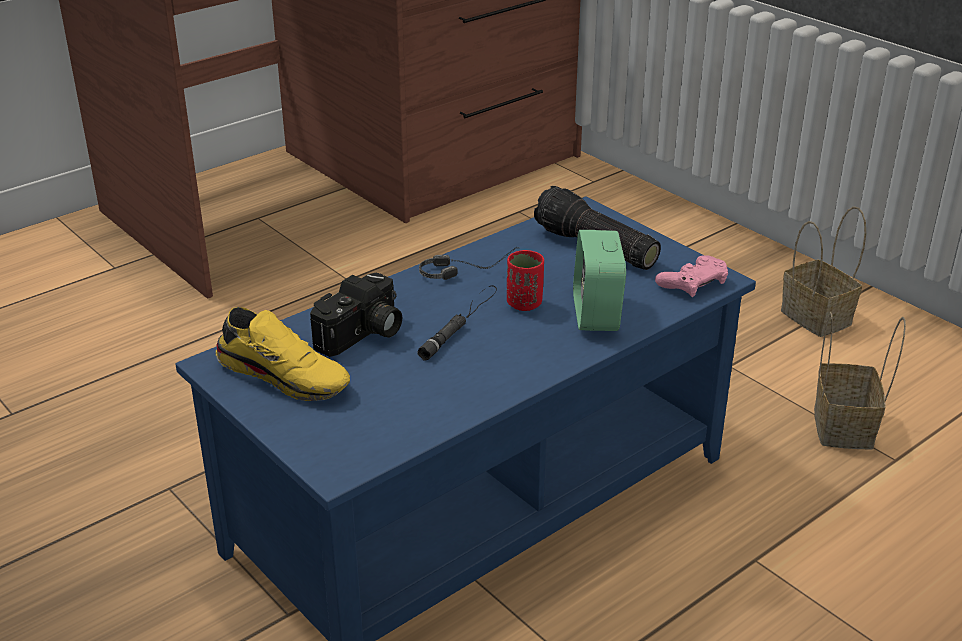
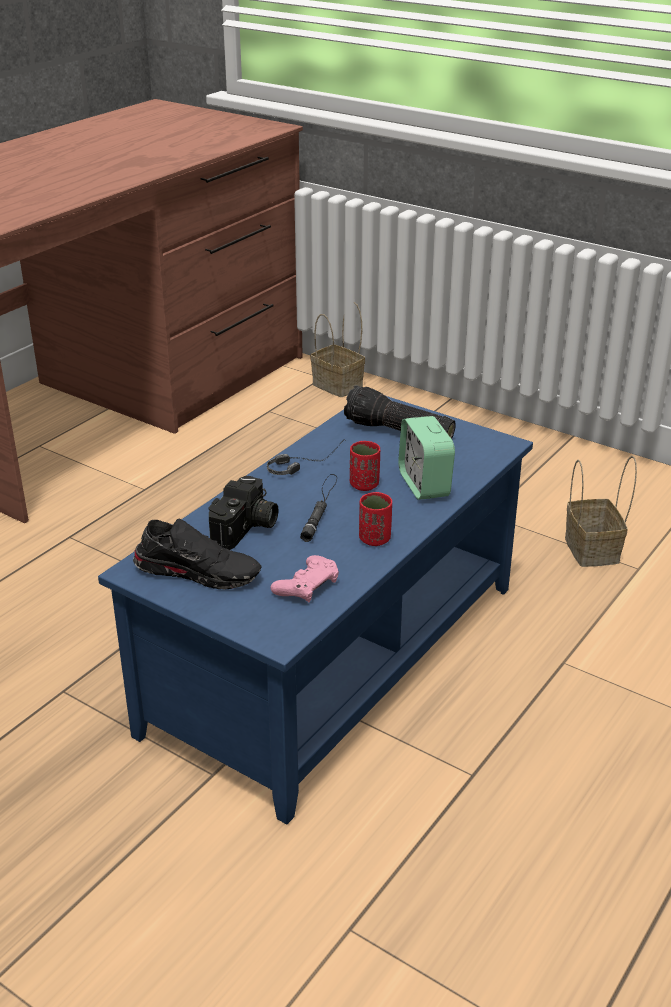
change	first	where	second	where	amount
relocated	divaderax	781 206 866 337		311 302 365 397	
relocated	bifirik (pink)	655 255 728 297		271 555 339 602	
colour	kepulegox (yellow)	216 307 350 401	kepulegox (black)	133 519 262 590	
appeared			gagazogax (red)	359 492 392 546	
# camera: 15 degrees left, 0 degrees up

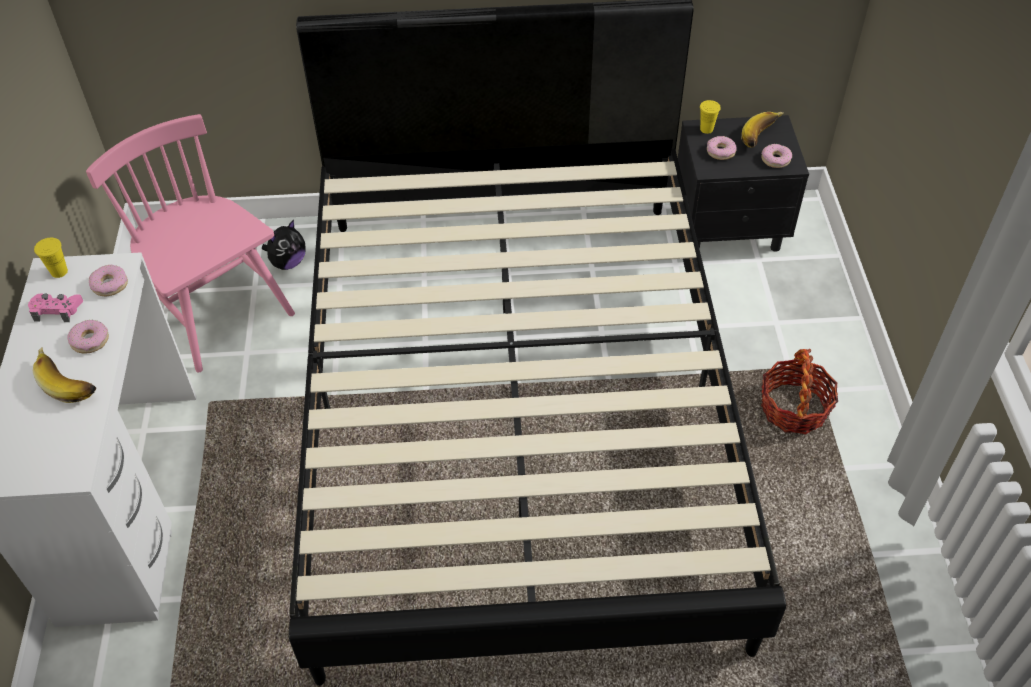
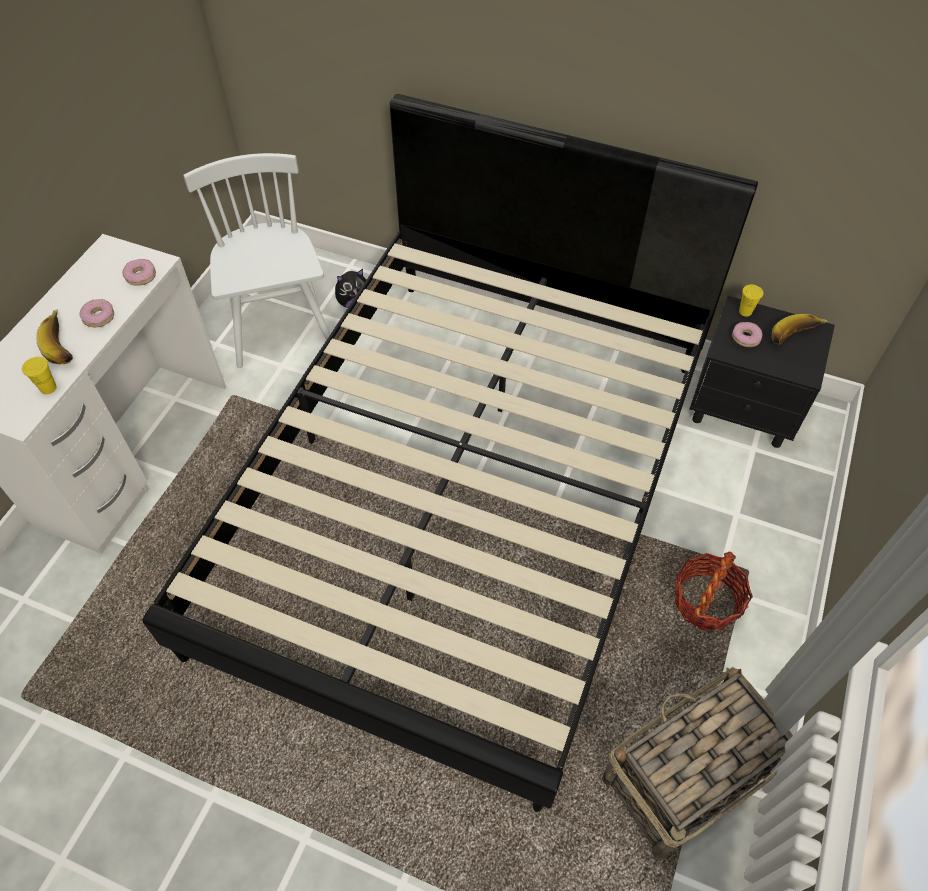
change	first	where	second	where	amount
colour	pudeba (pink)	86 114 295 373	pudeba (white)	183 153 330 368	
missing	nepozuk	761 144 792 168			
relocated	gagazogax (yellow)	34 238 68 278		22 357 57 394	
missing	bifirik (pink)	28 294 83 322			
appeared			divaderax	602 667 793 859	
# camera: 25 degrees right, 5 degrees up

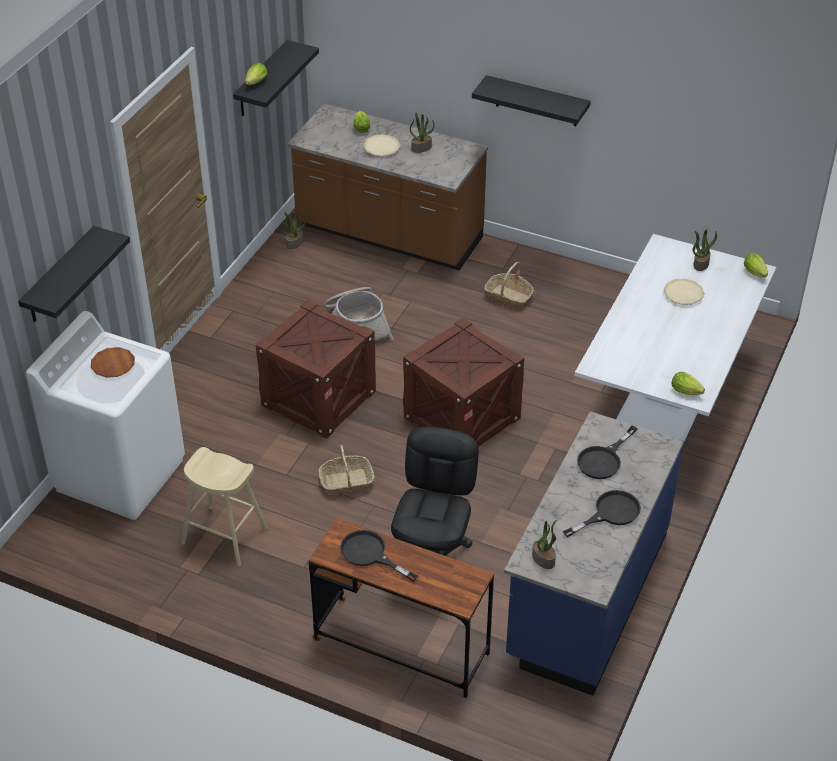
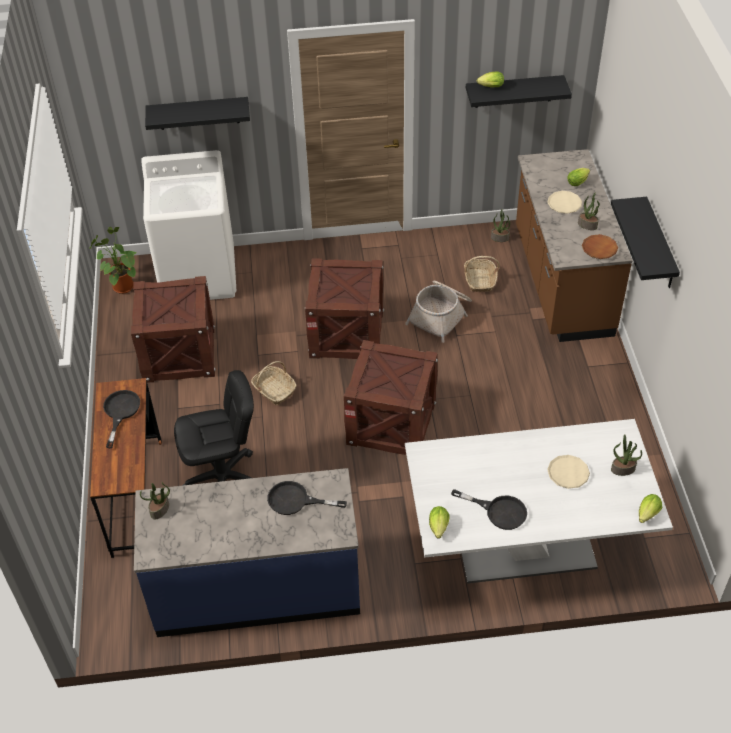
change	first	where	second	where	amount
relocated	divaderax	484 262 534 309		464 256 499 292	
relocated	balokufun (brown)	91 347 135 378		582 234 618 259	
exchanged	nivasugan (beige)	181 447 268 566	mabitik	131 276 216 383	
relocated	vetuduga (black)	563 490 641 537		451 489 527 530	
appeared			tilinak	90 227 137 294	
# camera: 60 degrees right, 5 degrees up

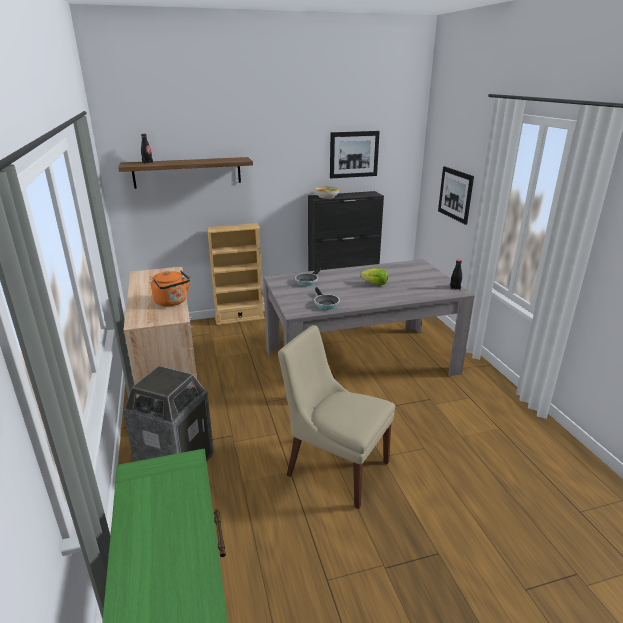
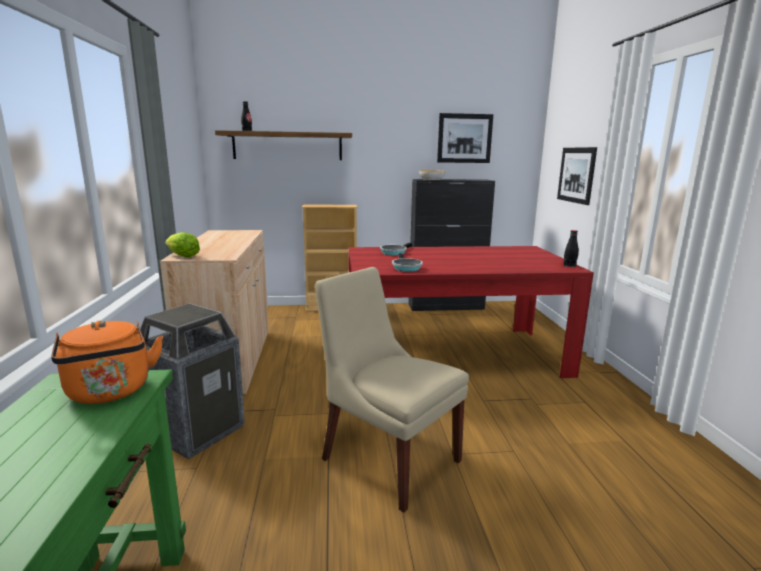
change	first	where	second	where	amount
colour	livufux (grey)	263 259 475 402	livufux (red)	348 246 594 378	
relocated	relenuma	360 268 388 285		165 232 200 257	
relocated	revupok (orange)	151 270 190 306		51 320 163 404	
# camera: 10 degrees right, 10 degrees down

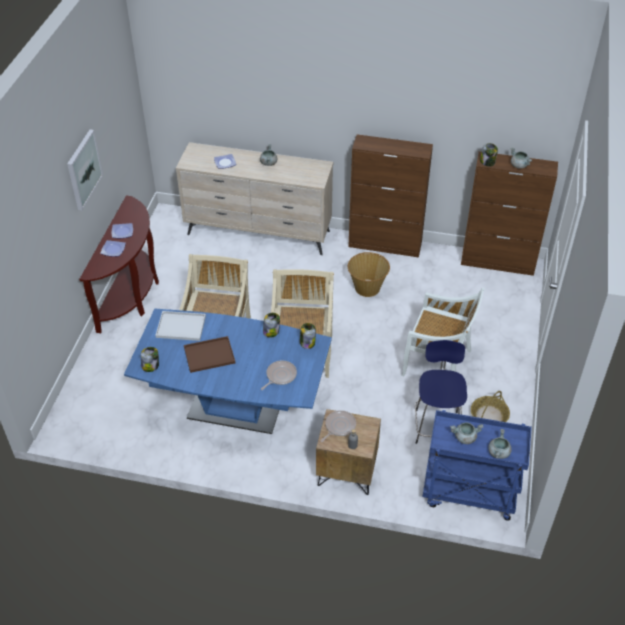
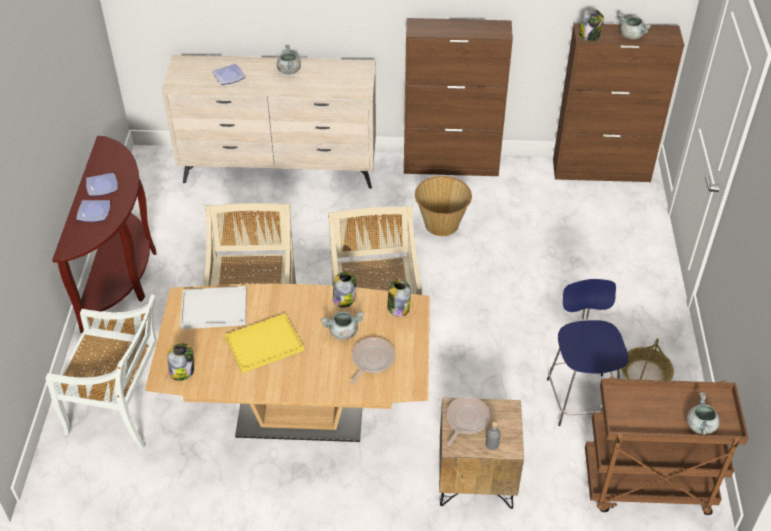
change	first	where	second	where	amount
missing	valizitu	67 130 103 210			
relocated	pudeba (white)	401 287 485 376		46 294 157 449	
colour	livufux (blue)	124 309 332 434	livufux (brown)	145 284 430 442	
colour	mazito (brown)	184 336 235 373	mazito (yellow)	225 314 304 373	
colour	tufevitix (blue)	422 410 532 521	tufevitix (brown)	585 377 748 515	
relocated	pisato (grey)	450 422 483 444		321 311 364 340	
# camera: 10 degrees left, 0 degrees up

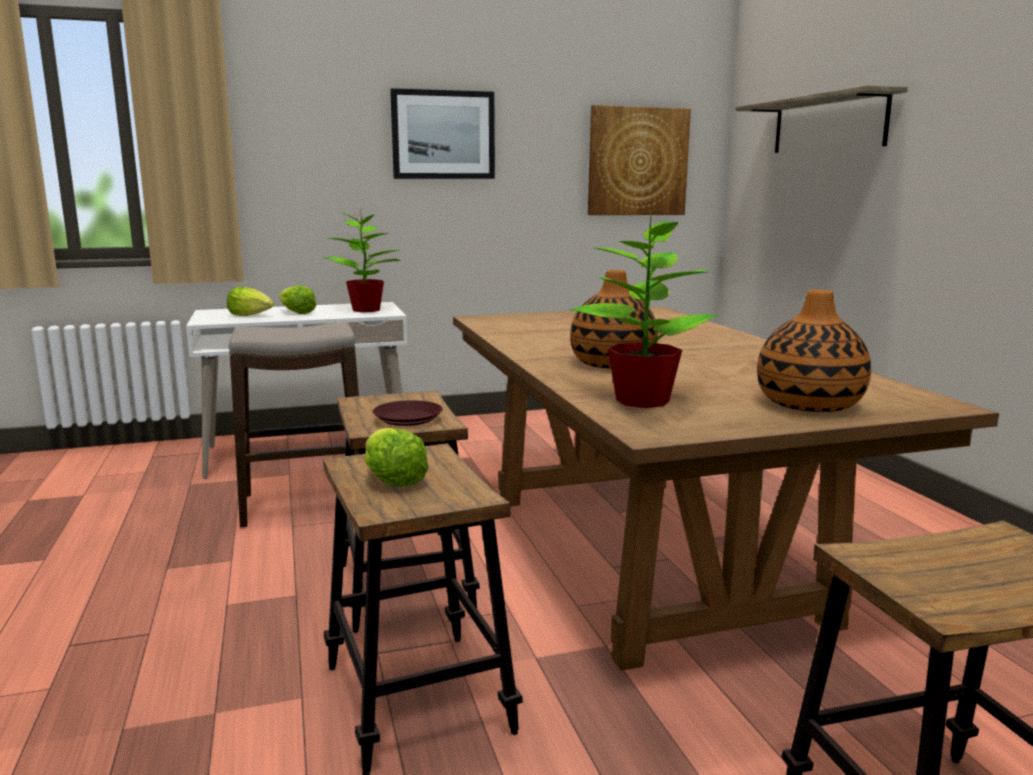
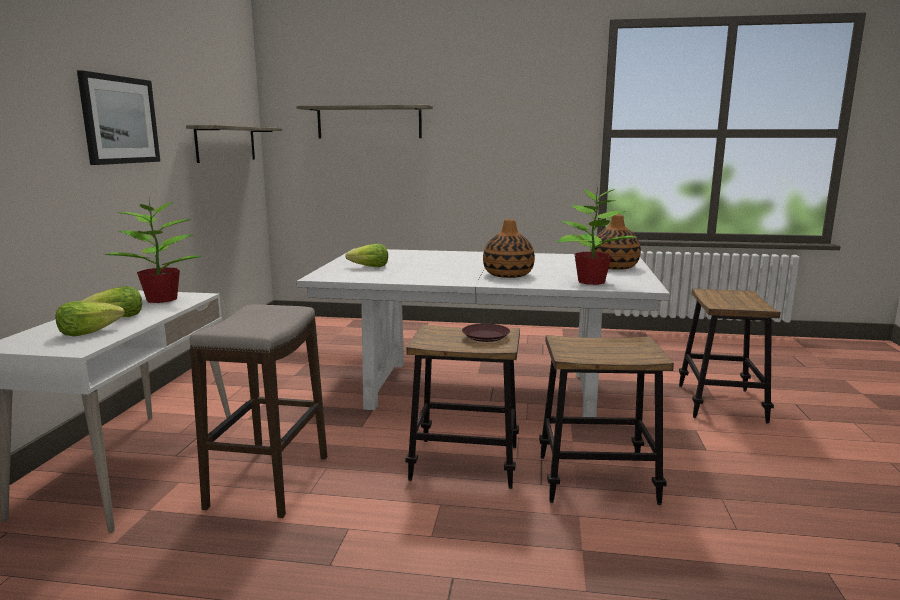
change	first	where	second	where	amount
exchanged	valizitu	588 105 691 215	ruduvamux	186 125 282 163	
colour	livufux (brown)	453 307 999 671	livufux (white)	297 248 670 417	
relocated	relenuma	365 428 429 486		346 244 388 267	
# camera: 65 degrees left, 0 degrees up

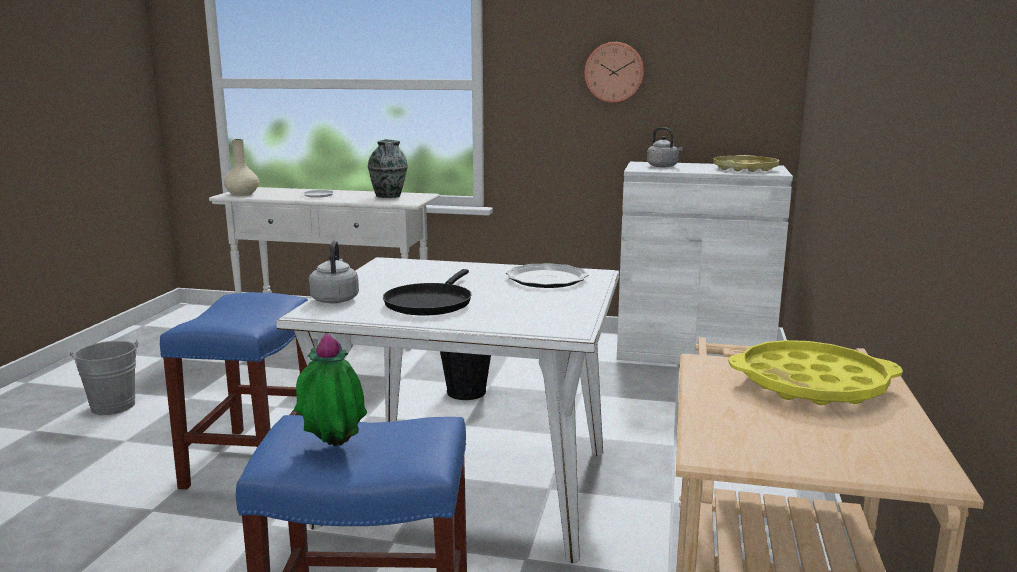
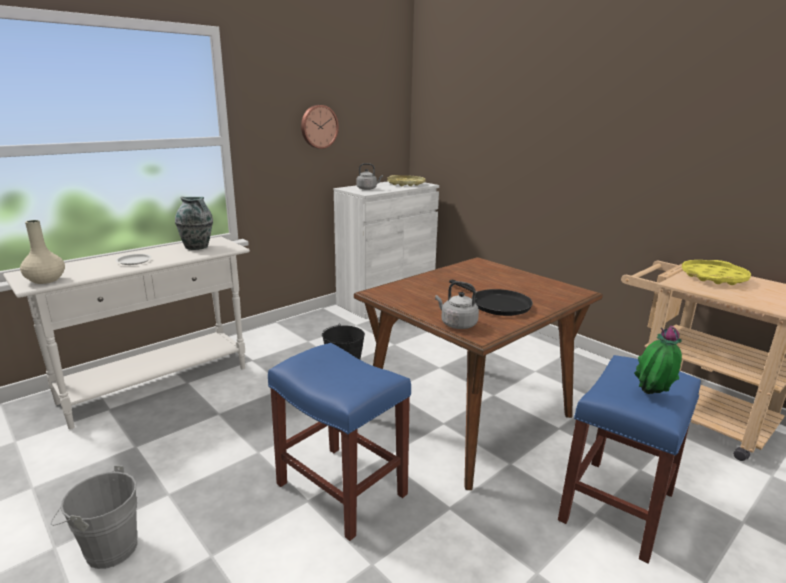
change	first	where	second	where	amount
colour	livufux (white)	276 257 619 563	livufux (brown)	354 257 603 490	
missing	balokufun	506 263 589 288			
# camera: 55 degrees left, 5 degrees up

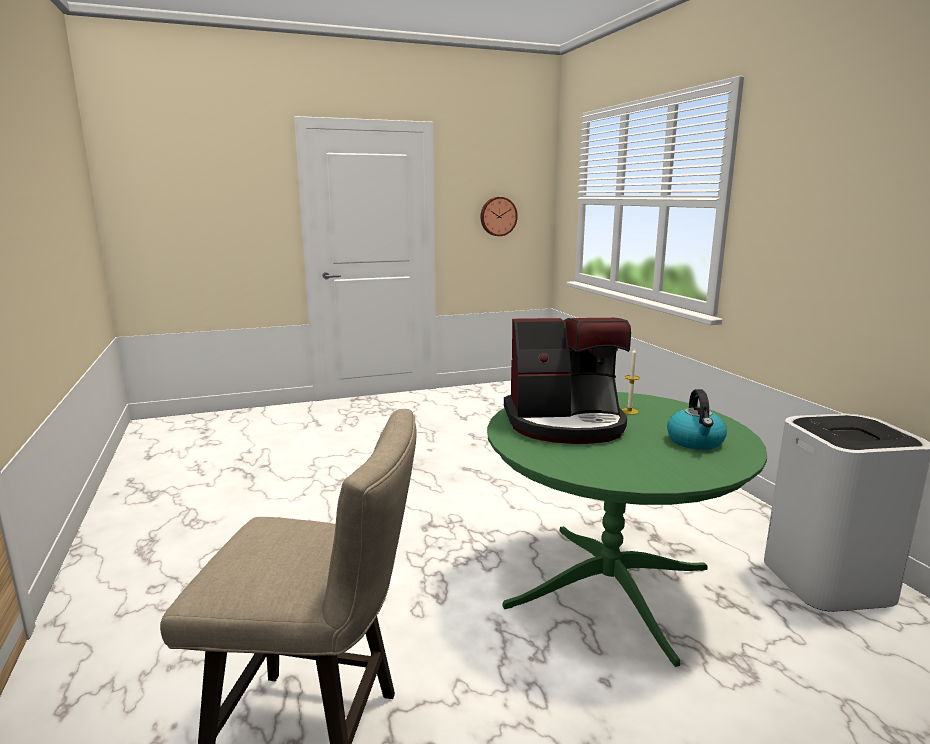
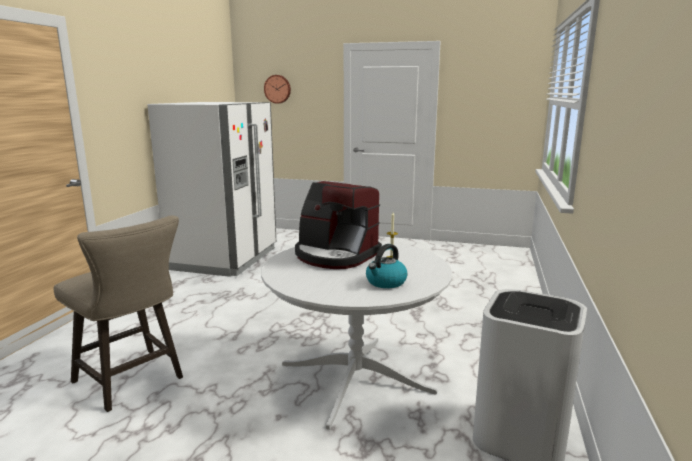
change	first	where	second	where	amount
relocated	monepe	481 197 518 236		264 75 291 104	
colour	livufux (green)	487 392 767 667	livufux (white)	261 240 452 430	
appeared			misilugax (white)	147 102 276 277	
# camera: 35 degrees right, 0 degrees up

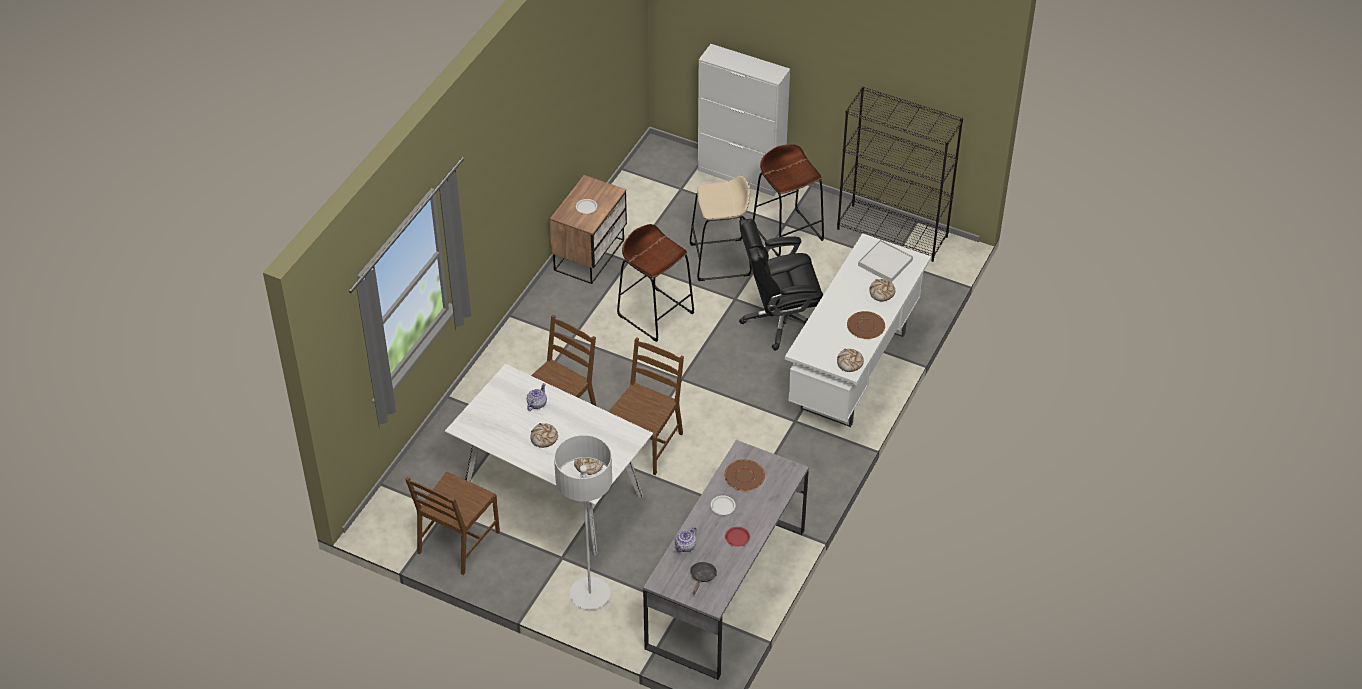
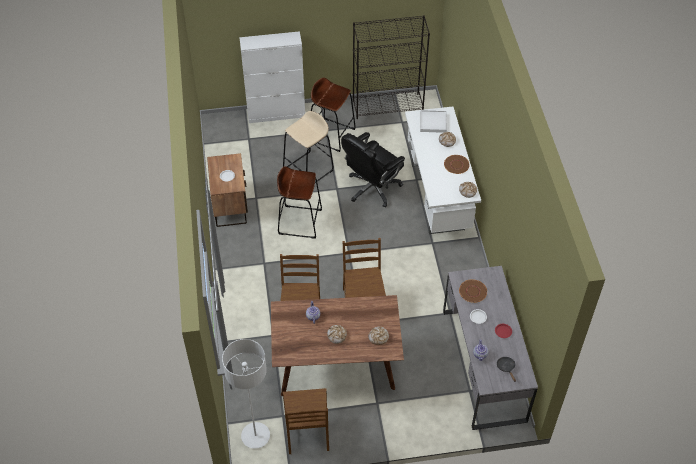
change	first	where	second	where	amount
colour	livufux (white)	445 364 653 555	livufux (brown)	271 295 404 396	
relocated	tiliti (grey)	554 435 612 610		222 339 270 449	
# camera: 35 degrees left, 5 degrees up

